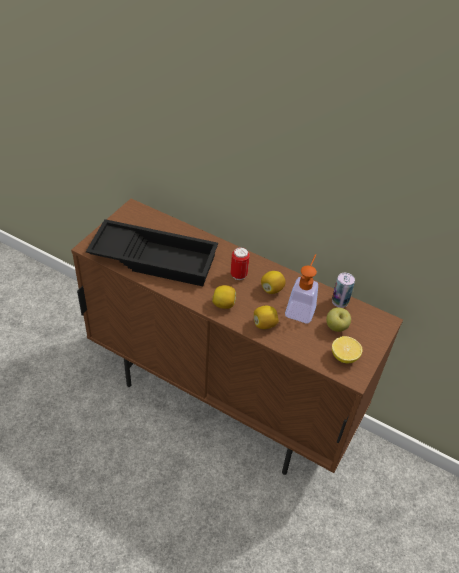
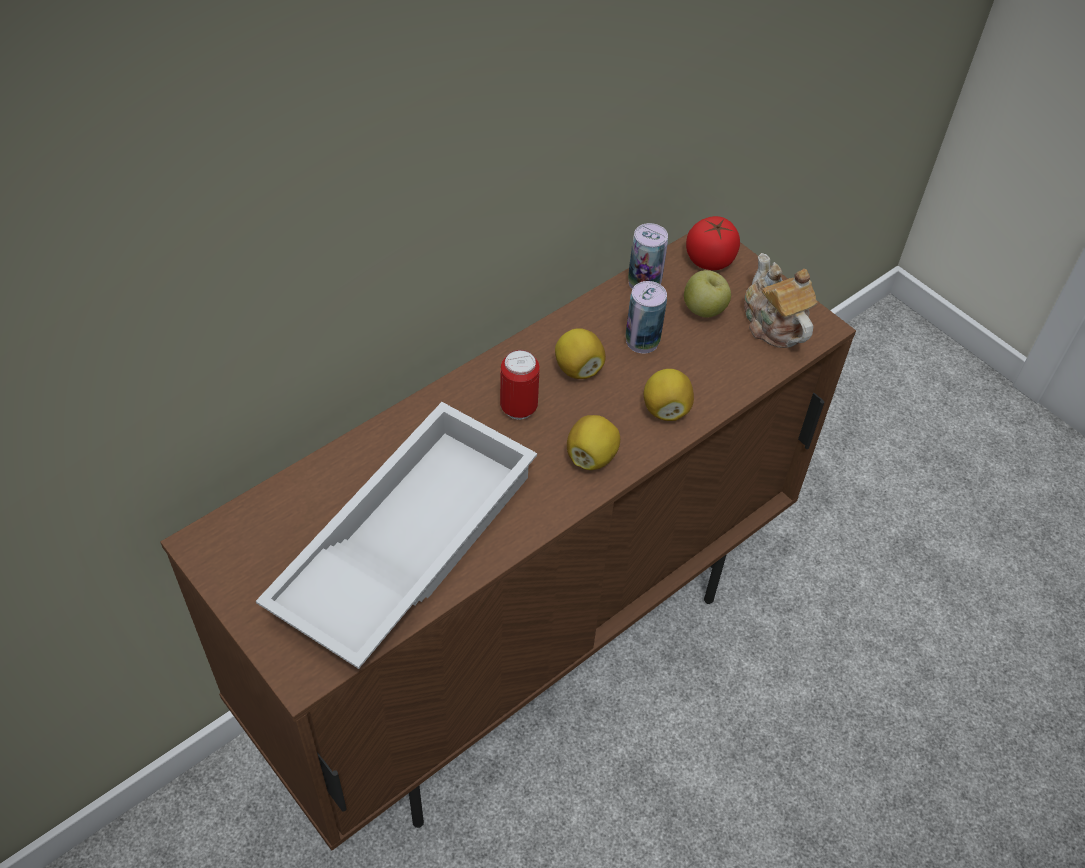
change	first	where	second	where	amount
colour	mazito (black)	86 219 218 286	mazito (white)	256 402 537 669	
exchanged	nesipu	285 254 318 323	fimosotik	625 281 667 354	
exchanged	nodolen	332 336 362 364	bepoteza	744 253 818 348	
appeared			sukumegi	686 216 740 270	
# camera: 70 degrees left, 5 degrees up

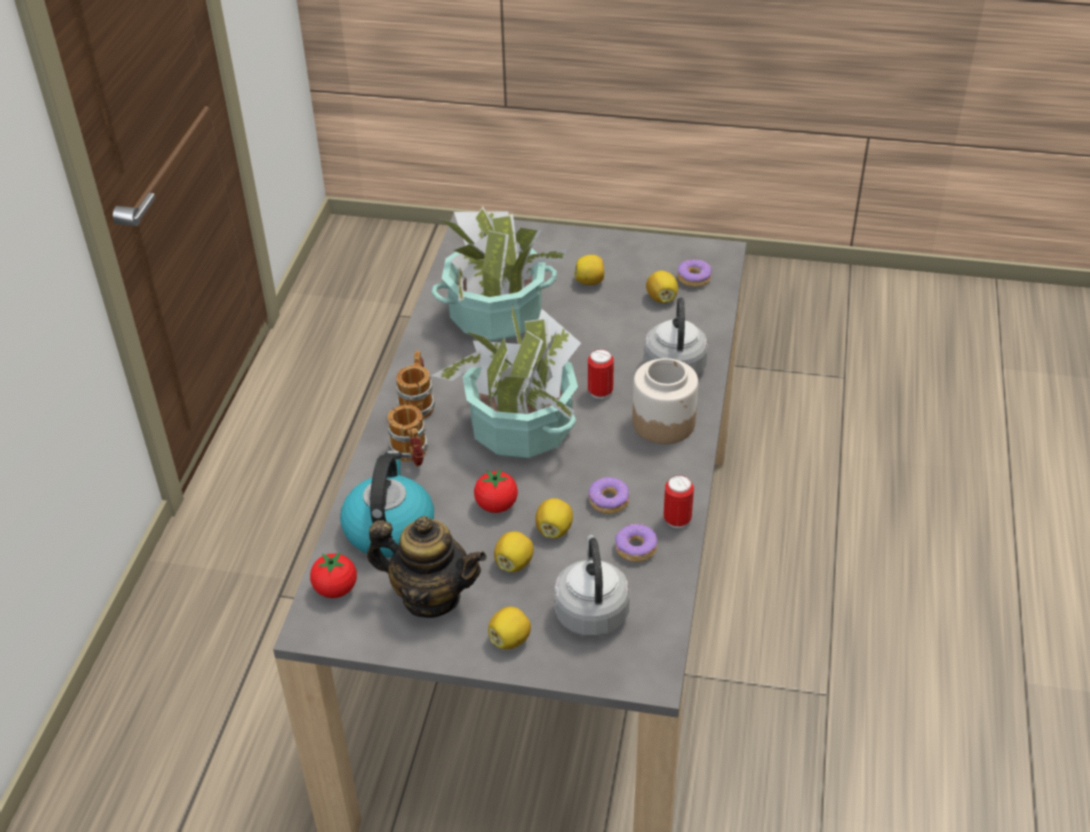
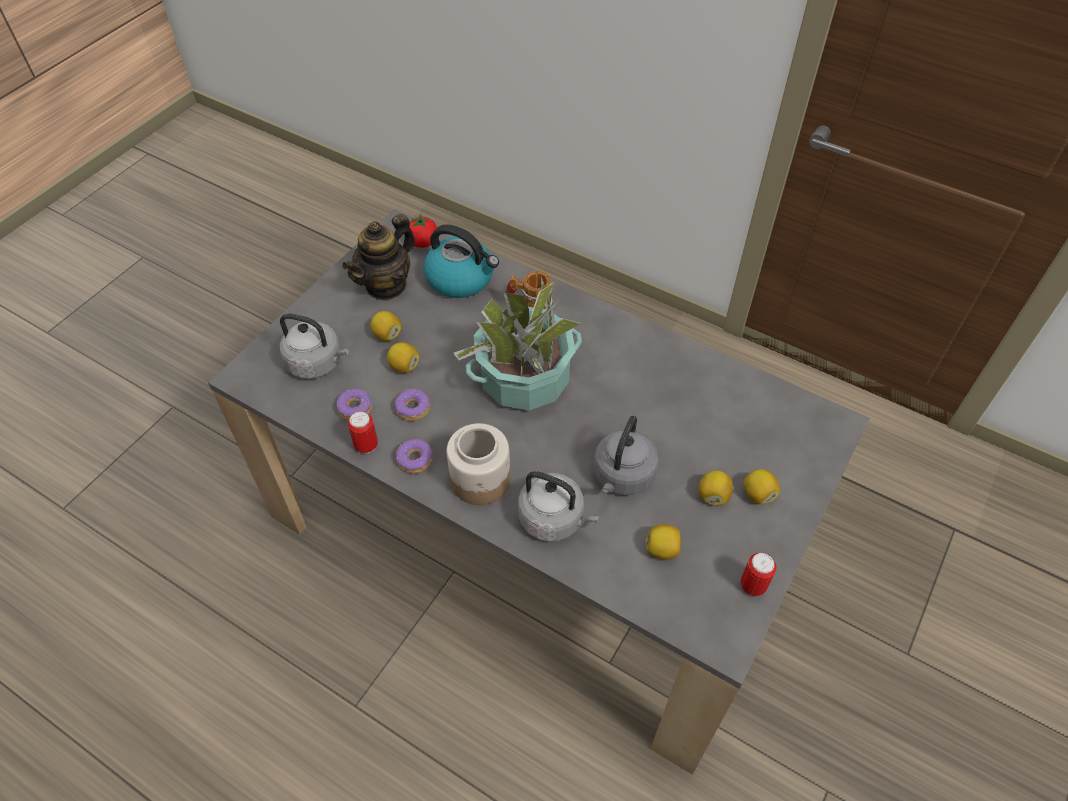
change	first	where	second	where	amount
missing	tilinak	431 207 567 341			
relocated	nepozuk	677 259 712 287		396 439 433 474	
relocated	fimosotik	588 349 614 399		740 553 776 596	
missing	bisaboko	396 351 435 419			
missing	sukumegi	474 469 518 513			
relocated	nodolen	488 606 531 649		744 469 780 504	
appeared			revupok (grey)	593 416 659 495	
# camera: 110 degrees right, 10 degrees up

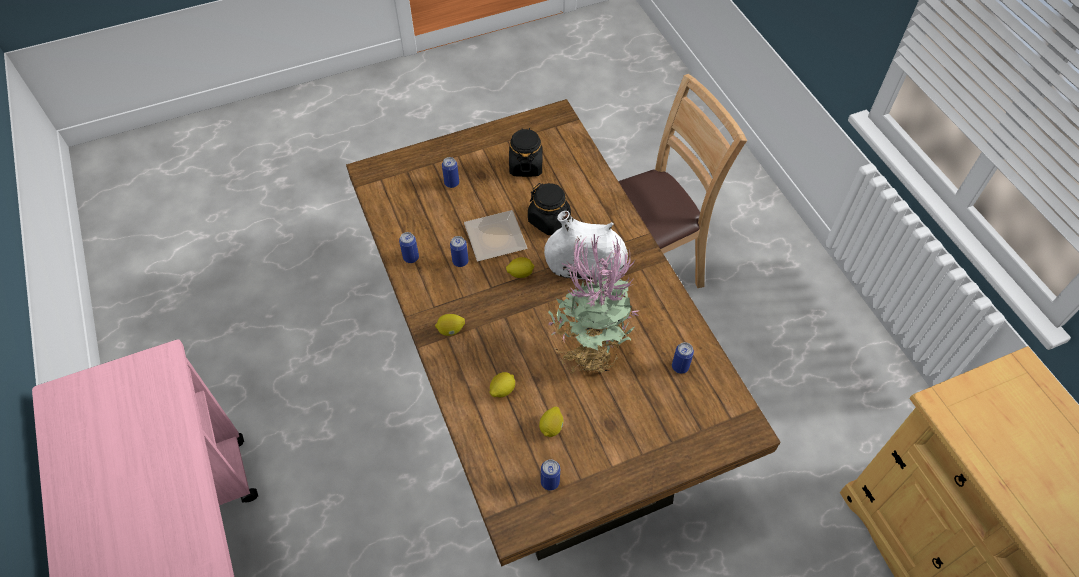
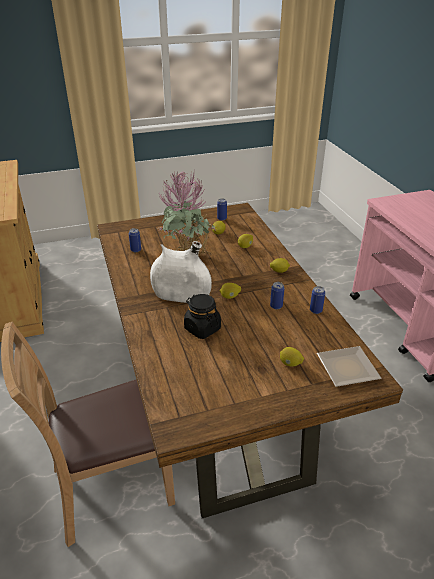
change	first	where	second	where	amount
missing	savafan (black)	509 128 542 177			
exchanged	fimosotik	442 157 459 188	nodolen	280 347 304 367	
relocated	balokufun	464 210 527 261		317 346 381 387	
# camera: 175 degrees left, 20 degrees down

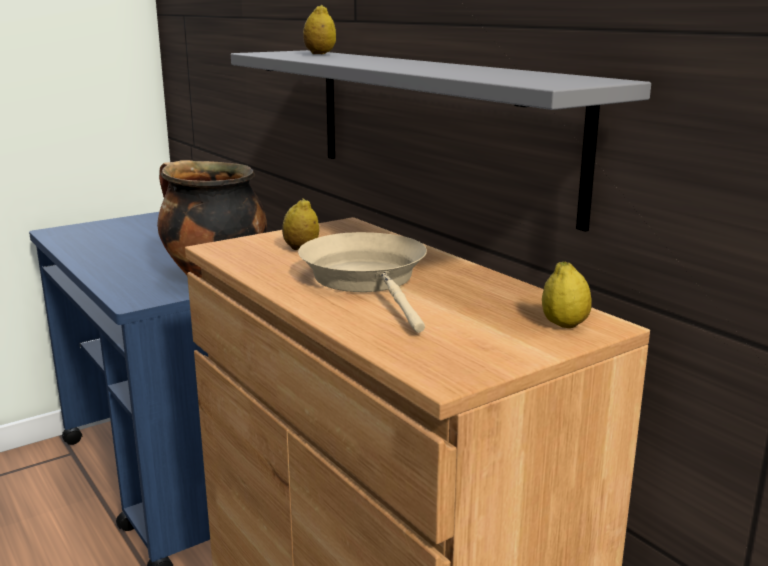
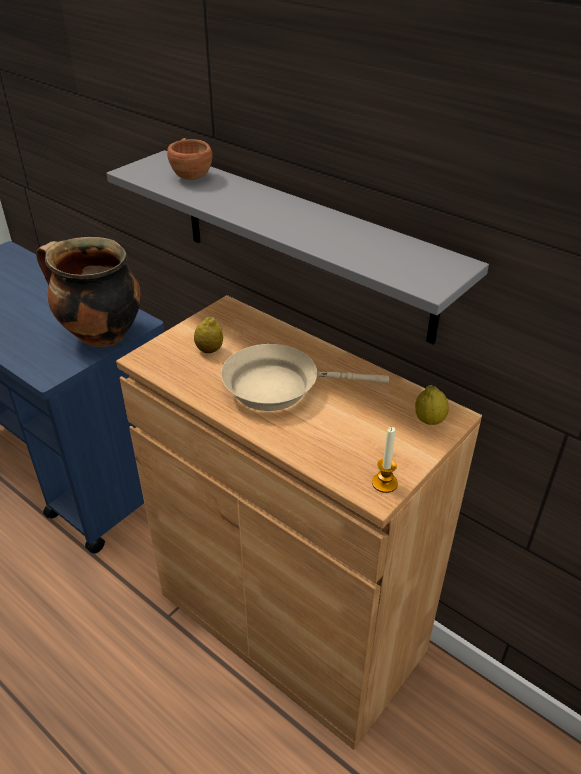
change	first	where	second	where	amount
exchanged	nodolen	303 5 336 54	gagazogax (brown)	167 138 212 180	
spun	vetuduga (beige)	298 232 427 333		221 344 389 411	60 degrees counterclockwise
appeared			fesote	372 427 398 493	
# camera: 15 degrees left, 20 degrees up

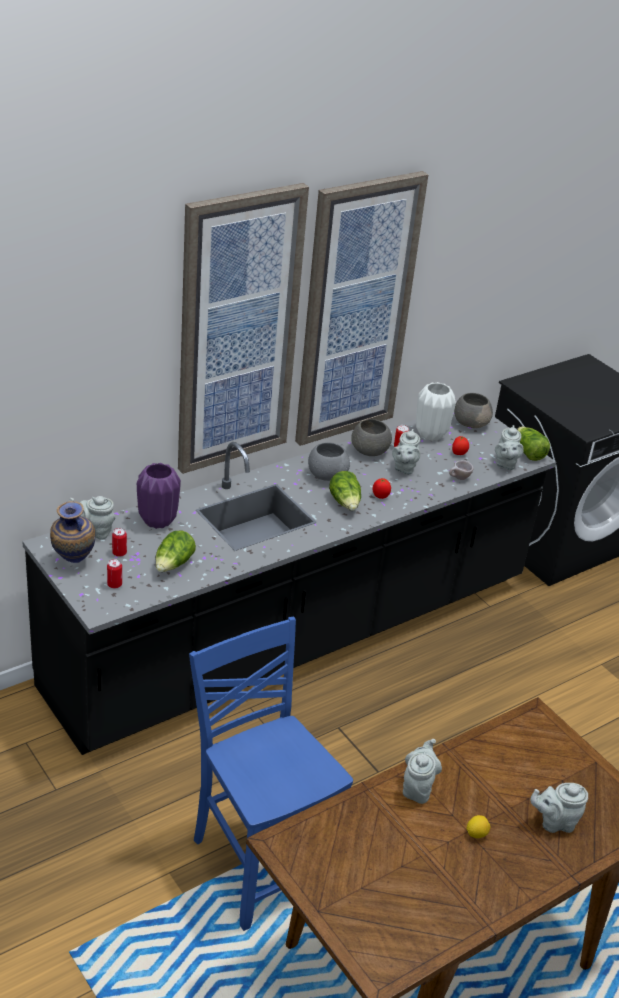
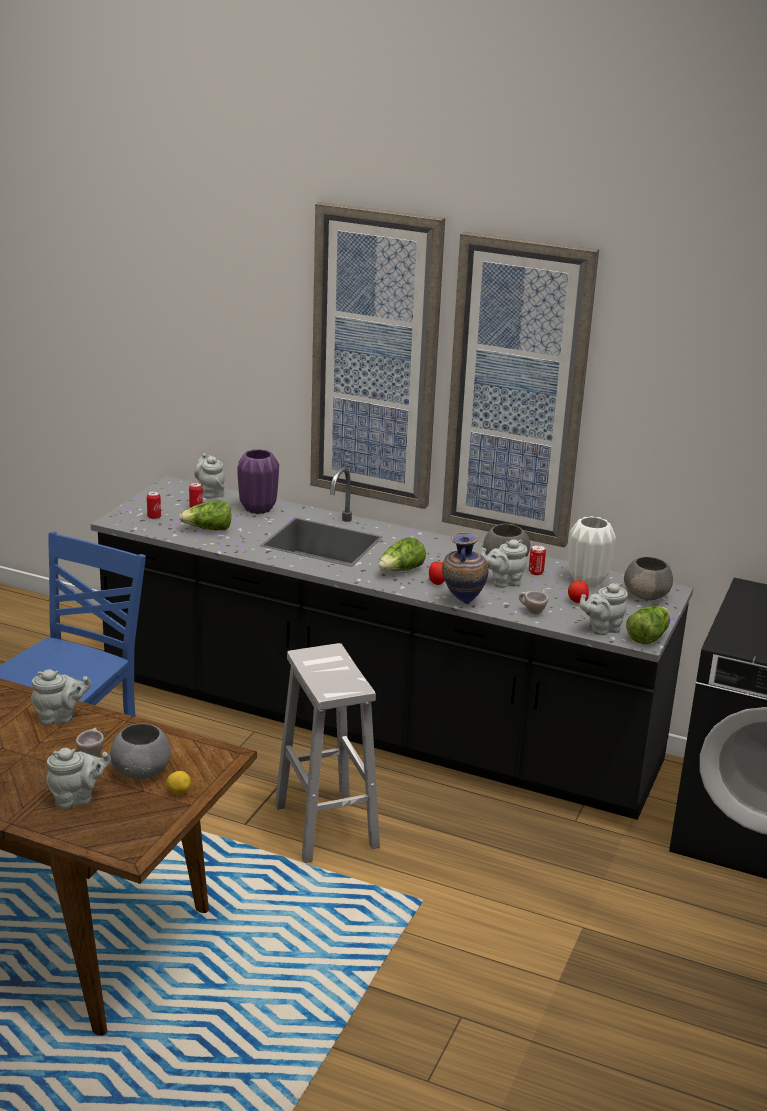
change	first	where	second	where	amount
relocated	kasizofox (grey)	308 442 350 481		110 723 171 779	
relocated	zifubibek	50 501 96 563		442 532 489 604	
spun	bepoteza (grey)	530 783 588 833		46 748 111 809	105 degrees clockwise
relocated	nodolen	467 815 490 838		166 771 191 795	
appeared			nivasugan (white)	275 643 380 863	
appeared			gagazogax (beige)	76 727 104 756	
# camera: 60 degrees right, 10 degrees down

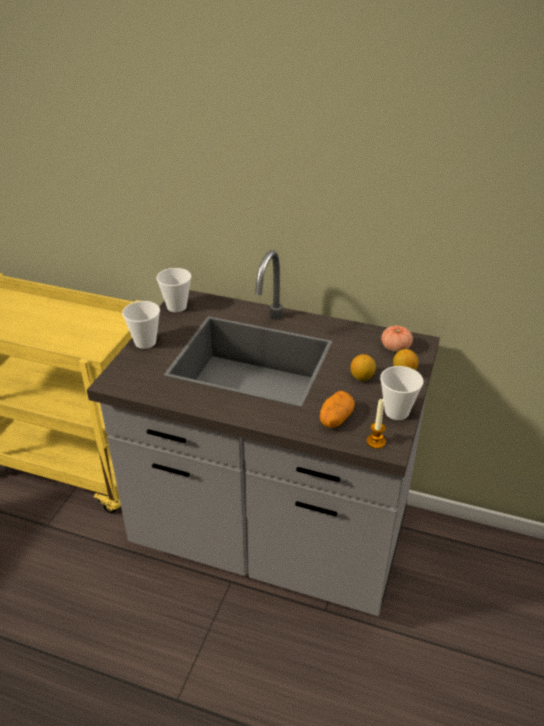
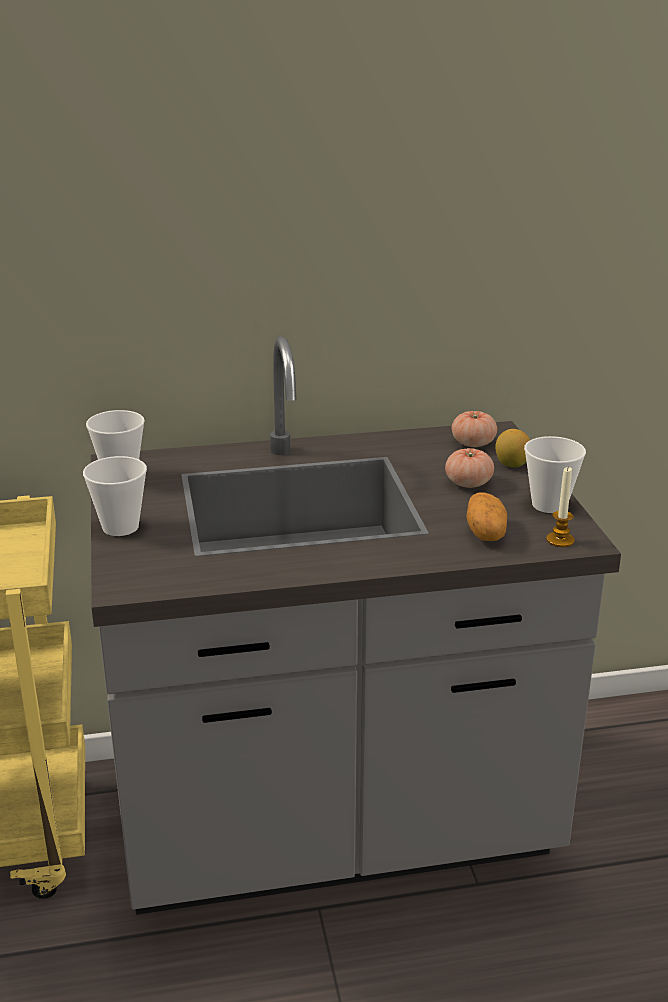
change	first	where	second	where	amount
exchanged	nodolen	351 354 376 381	sukumegi	445 448 494 488	
# camera: 30 degrees left, 10 degrees down

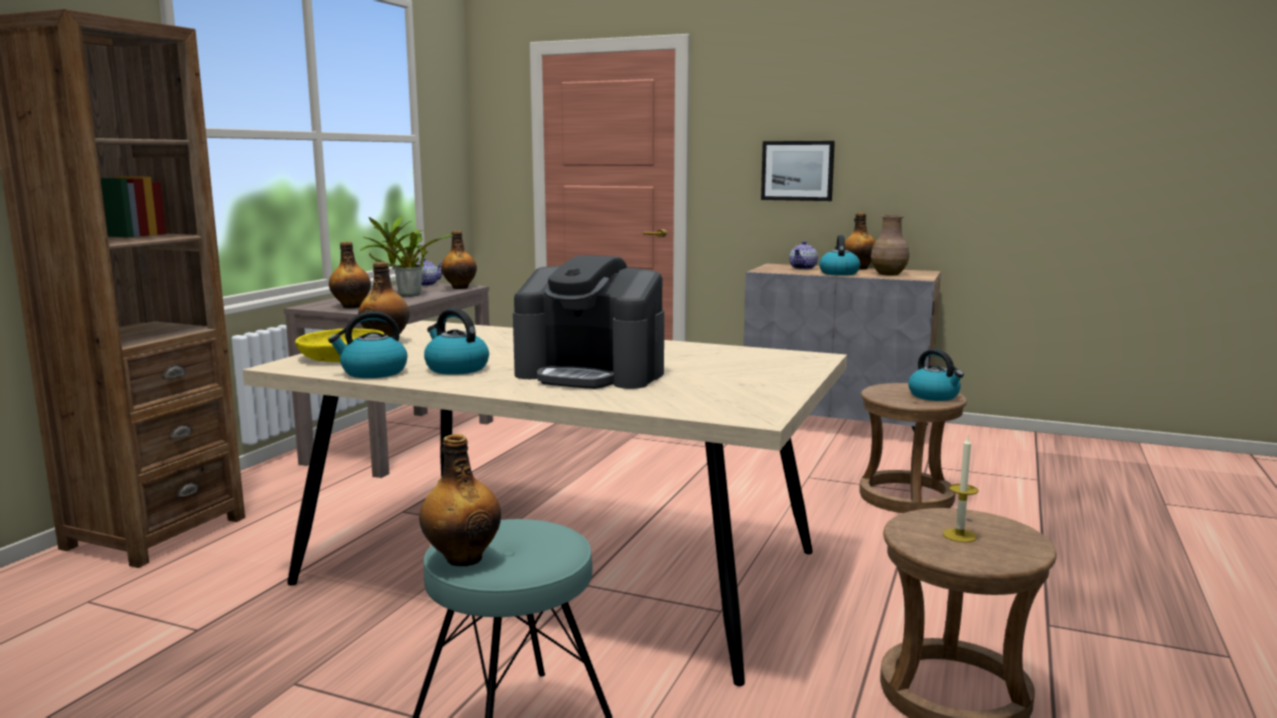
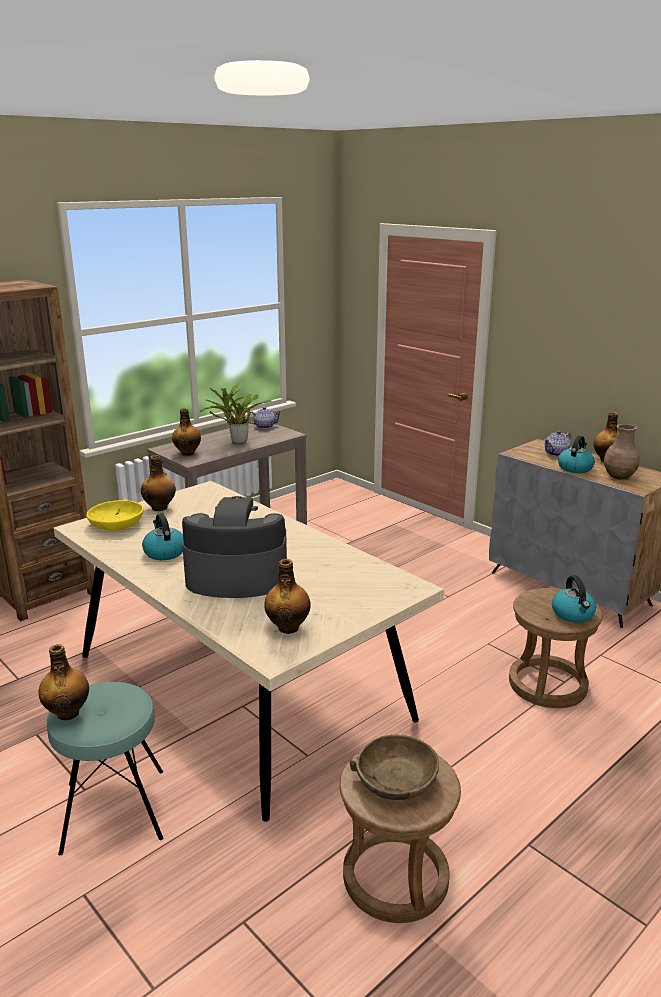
change	first	where	second	where	amount
missing	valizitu	761 141 835 201			
relocated	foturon	441 231 477 289		264 559 311 634	
spun	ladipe	513 255 664 389		182 496 287 598	135 degrees clockwise
missing	revupok	328 311 407 378			
exchanged	fesote	943 437 978 543	kasizofox (brown)	350 734 439 800	
# camera: 25 degrees right, 10 degrees up

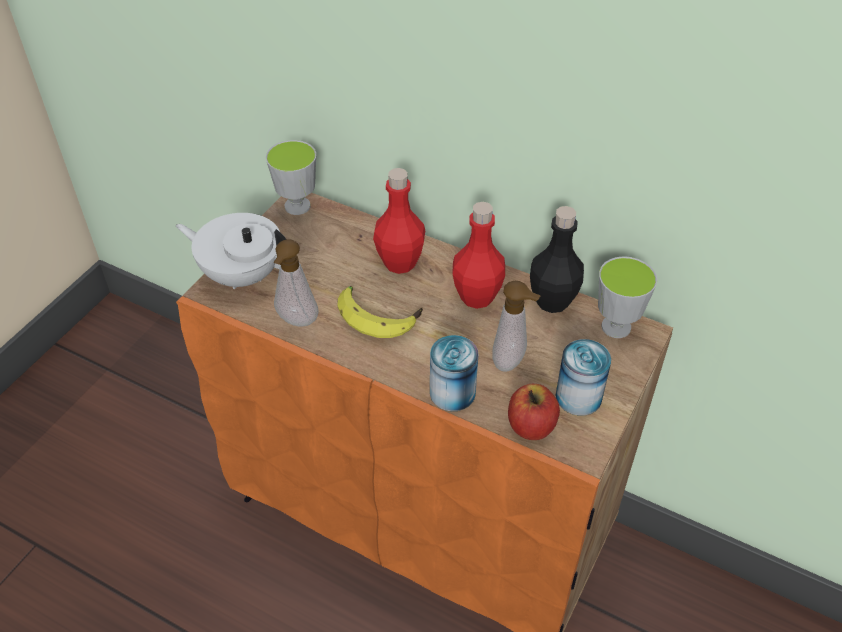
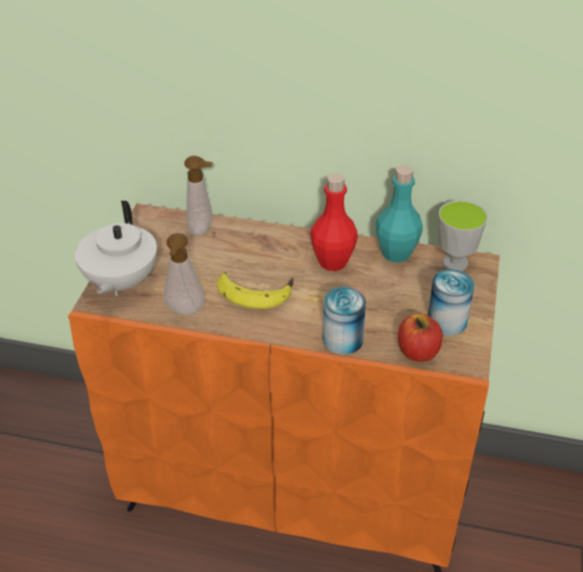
change	first	where	second	where	amount
missing	gagazogax	266 140 316 215			
missing	foturon (red)	373 168 425 274			
colour	foturon (black)	530 206 584 313	foturon (turquoise)	376 165 423 263	
spun	bepoteza (white)	176 213 286 289		75 201 157 296	90 degrees counterclockwise
relocated	nesipu	492 281 541 372		184 156 213 236	
# camera: 15 degrees left, 5 degrees down

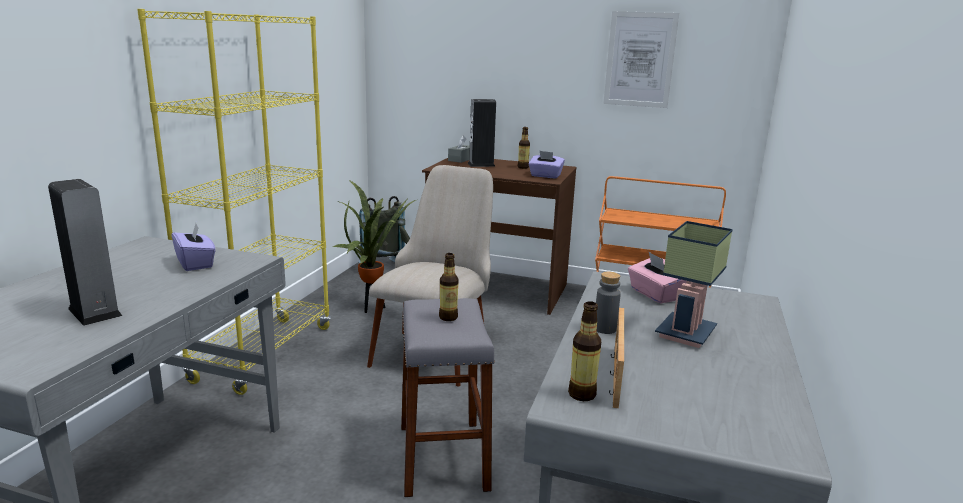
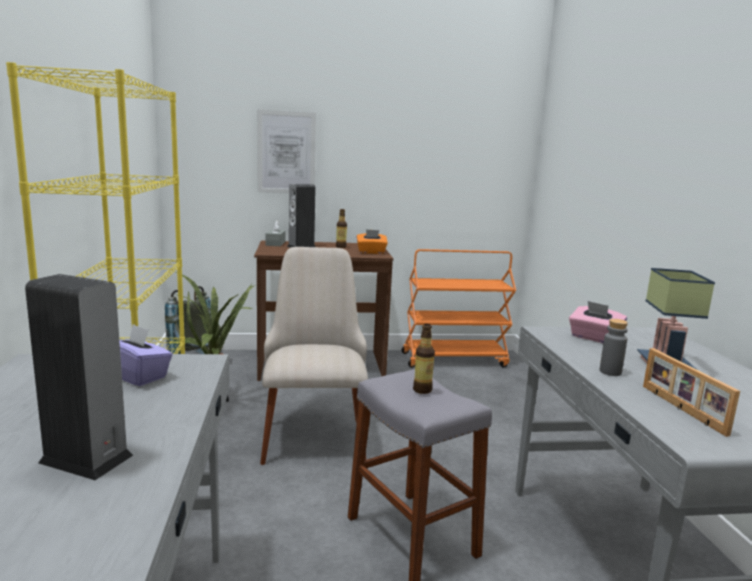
change	first	where	second	where	amount
relocated	valizitu	603 11 679 108		257 109 316 193	
colour	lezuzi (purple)	529 151 565 178	lezuzi (orange)	356 229 388 254	
missing	foturon	568 301 601 401			
# camera: 25 degrees left, 5 degrees down

